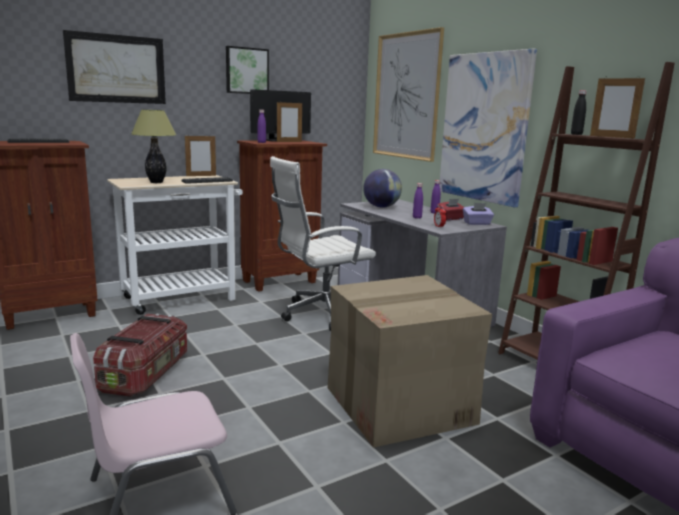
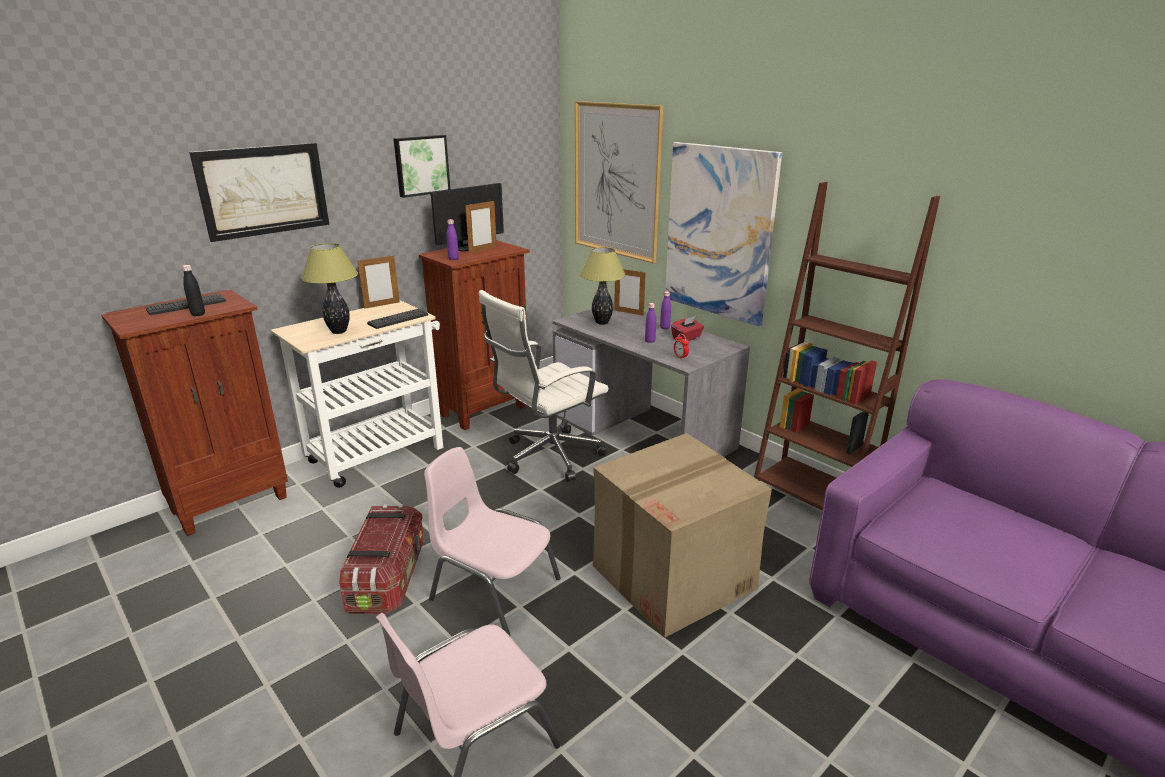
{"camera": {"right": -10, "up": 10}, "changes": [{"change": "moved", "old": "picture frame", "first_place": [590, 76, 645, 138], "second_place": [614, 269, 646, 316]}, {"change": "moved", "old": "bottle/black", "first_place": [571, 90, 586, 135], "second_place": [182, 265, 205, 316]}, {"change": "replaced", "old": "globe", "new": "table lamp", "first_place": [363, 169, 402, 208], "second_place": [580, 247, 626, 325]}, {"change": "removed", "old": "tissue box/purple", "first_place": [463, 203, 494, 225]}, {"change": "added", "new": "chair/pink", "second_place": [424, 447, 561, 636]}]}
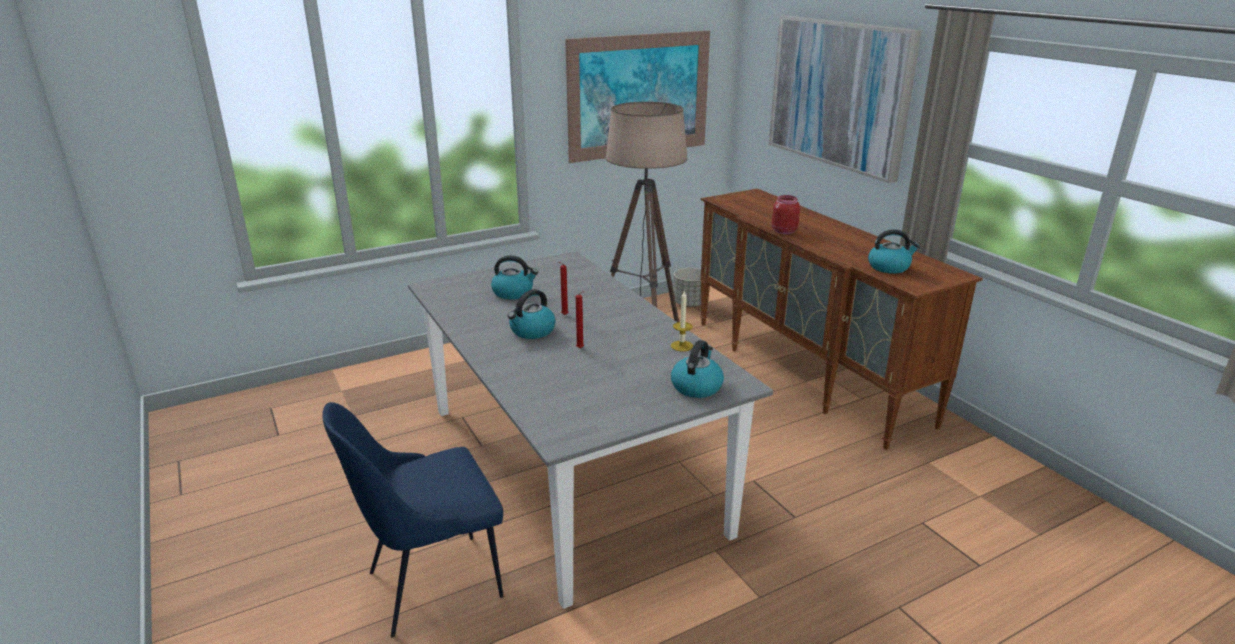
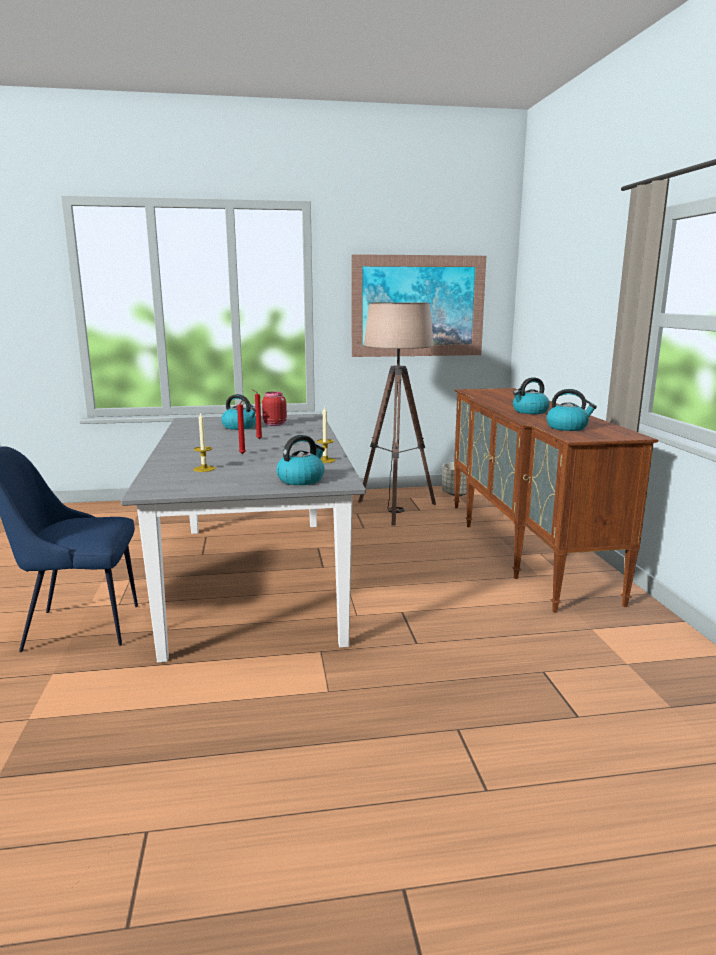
{"camera": {"right": 20, "up": -10}, "changes": [{"change": "removed", "old": "picture", "first_place": [769, 16, 922, 183]}, {"change": "moved", "old": "jar/red", "first_place": [772, 195, 800, 234], "second_place": [262, 391, 287, 426]}, {"change": "moved", "old": "kettle", "first_place": [508, 289, 556, 339], "second_place": [513, 377, 550, 414]}, {"change": "added", "new": "candle", "second_place": [193, 412, 215, 472]}]}
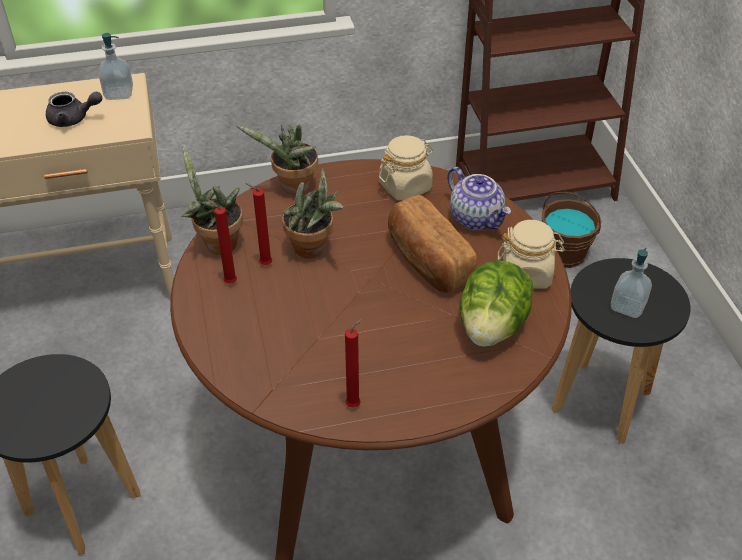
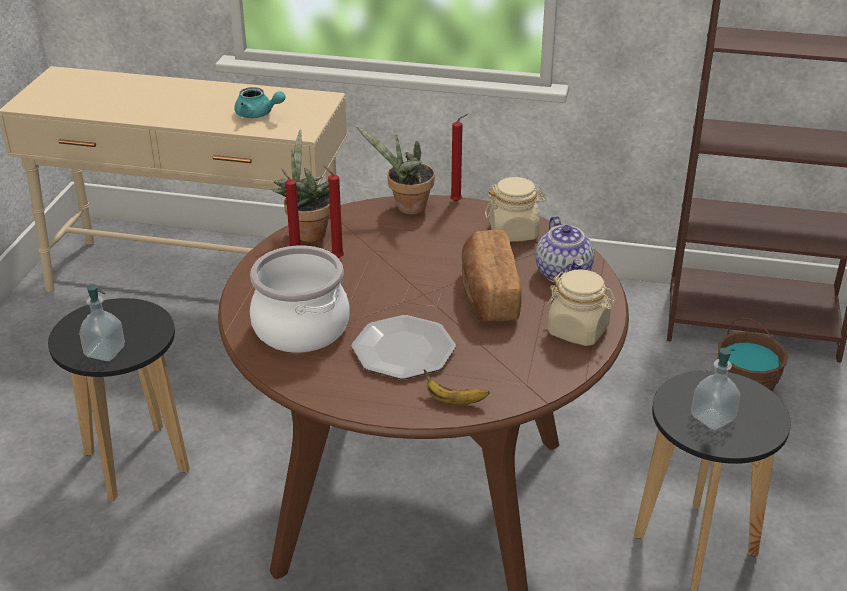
{"camera": {"right": 25, "up": -10}, "changes": [{"change": "moved", "old": "soap dispenser", "first_place": [99, 33, 133, 100], "second_place": [79, 285, 125, 361]}, {"change": "recoloured", "old": "teapot/grey", "new": "teapot/turquoise", "first_place": [46, 92, 102, 127], "second_place": [234, 87, 285, 118]}, {"change": "removed", "old": "potted plant", "first_place": [282, 168, 344, 258]}, {"change": "removed", "old": "lettuce", "first_place": [459, 260, 534, 347]}, {"change": "moved", "old": "candle/red", "first_place": [345, 319, 363, 408], "second_place": [450, 114, 468, 202]}, {"change": "added", "new": "cooking pot", "second_place": [250, 246, 350, 353]}, {"change": "added", "new": "plate", "second_place": [352, 315, 456, 379]}, {"change": "added", "new": "banana", "second_place": [424, 369, 490, 405]}]}
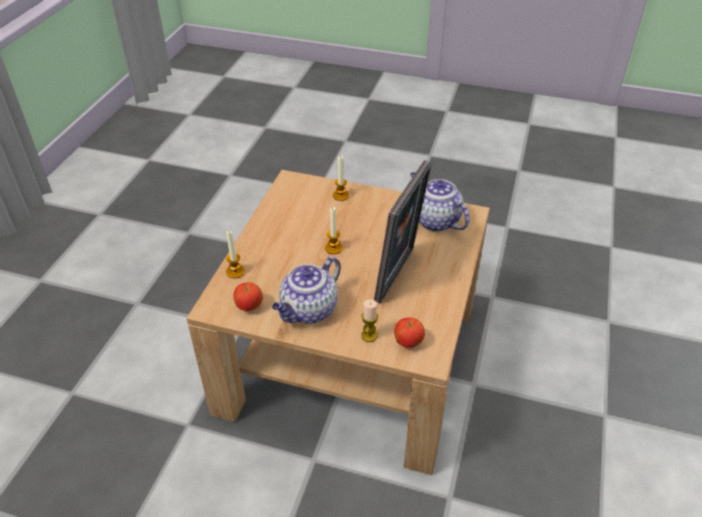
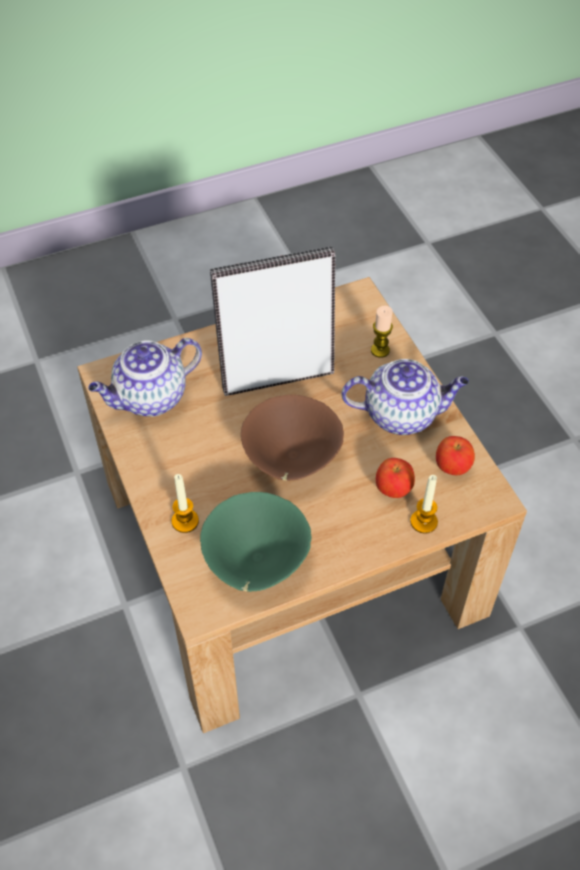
{"camera": {"right": -130, "up": 10}, "changes": [{"change": "turned", "old": "teapot", "first_place": [410, 172, 470, 232], "second_place": [88, 338, 202, 416], "degrees": 45}, {"change": "replaced", "old": "candle", "new": "bowl/brown", "first_place": [325, 207, 343, 254], "second_place": [241, 395, 344, 481]}, {"change": "moved", "old": "apple", "first_place": [394, 317, 425, 348], "second_place": [376, 458, 415, 498]}, {"change": "added", "new": "bowl/green", "second_place": [200, 492, 311, 592]}]}
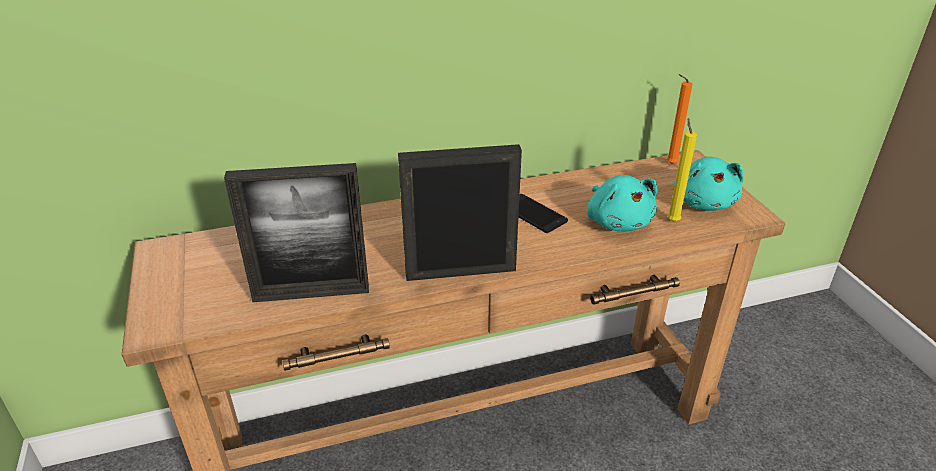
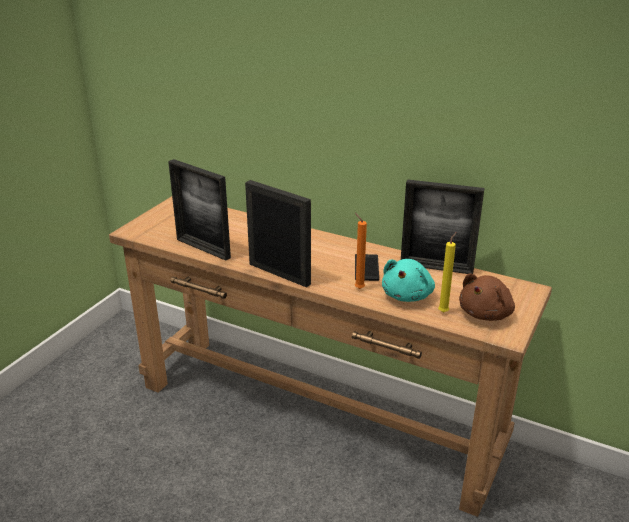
{"camera": {"right": 45, "up": -5}, "changes": [{"change": "moved", "old": "candle/orange", "first_place": [667, 74, 692, 164], "second_place": [355, 213, 367, 289]}, {"change": "recoloured", "old": "plush toy/turquoise", "new": "plush toy/brown", "first_place": [673, 157, 744, 211], "second_place": [459, 273, 515, 321]}, {"change": "added", "new": "picture frame", "second_place": [401, 179, 484, 274]}]}
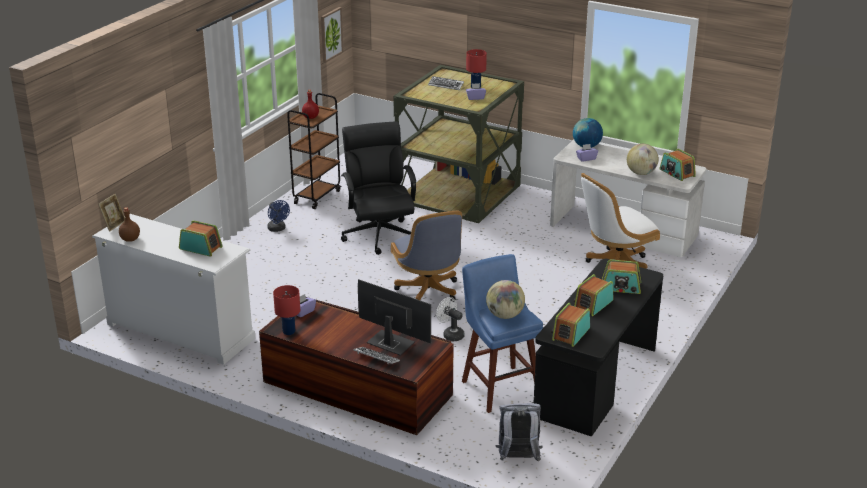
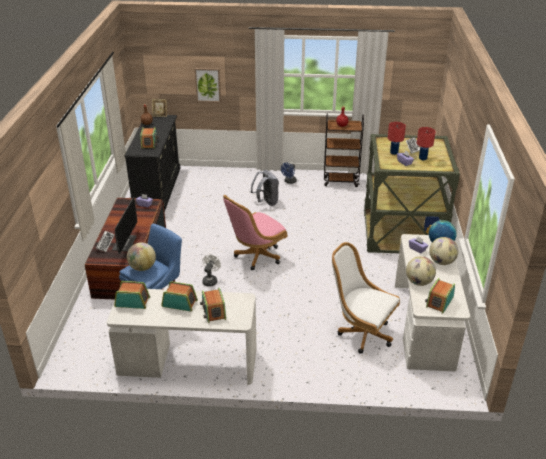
{"camera": {"right": 65, "up": 5}, "changes": [{"change": "moved", "old": "picture", "first_place": [321, 7, 343, 63], "second_place": [195, 68, 221, 103]}, {"change": "removed", "old": "office chair/black", "first_place": [341, 121, 416, 255]}, {"change": "recoloured", "old": "office chair/blue", "new": "office chair/pink", "first_place": [391, 211, 462, 302], "second_place": [223, 195, 287, 270]}, {"change": "recoloured", "old": "cabinet/white", "new": "cabinet/black", "first_place": [92, 214, 256, 365], "second_place": [125, 114, 180, 212]}, {"change": "recoloured", "old": "desk/black", "new": "desk/white", "first_place": [534, 259, 663, 437], "second_place": [107, 289, 256, 385]}, {"change": "moved", "old": "table lamp/red", "first_place": [273, 285, 300, 335], "second_place": [388, 122, 406, 155]}, {"change": "moved", "old": "backpack/grey", "first_place": [495, 403, 542, 461], "second_place": [251, 170, 279, 206]}, {"change": "added", "new": "globe", "second_place": [429, 237, 458, 265]}]}
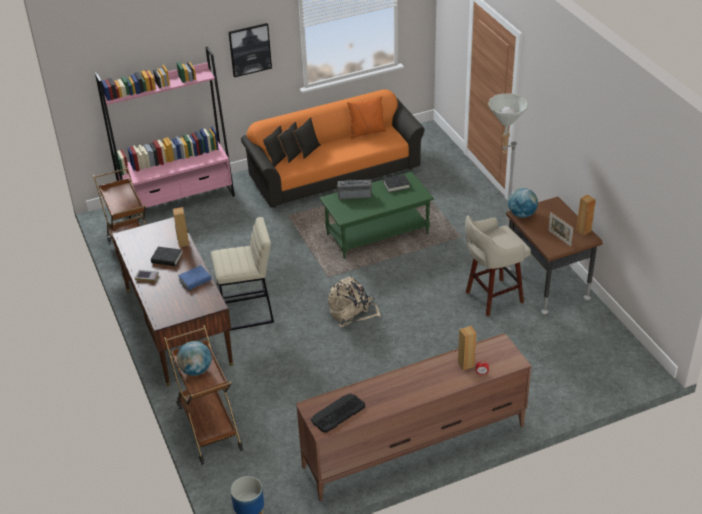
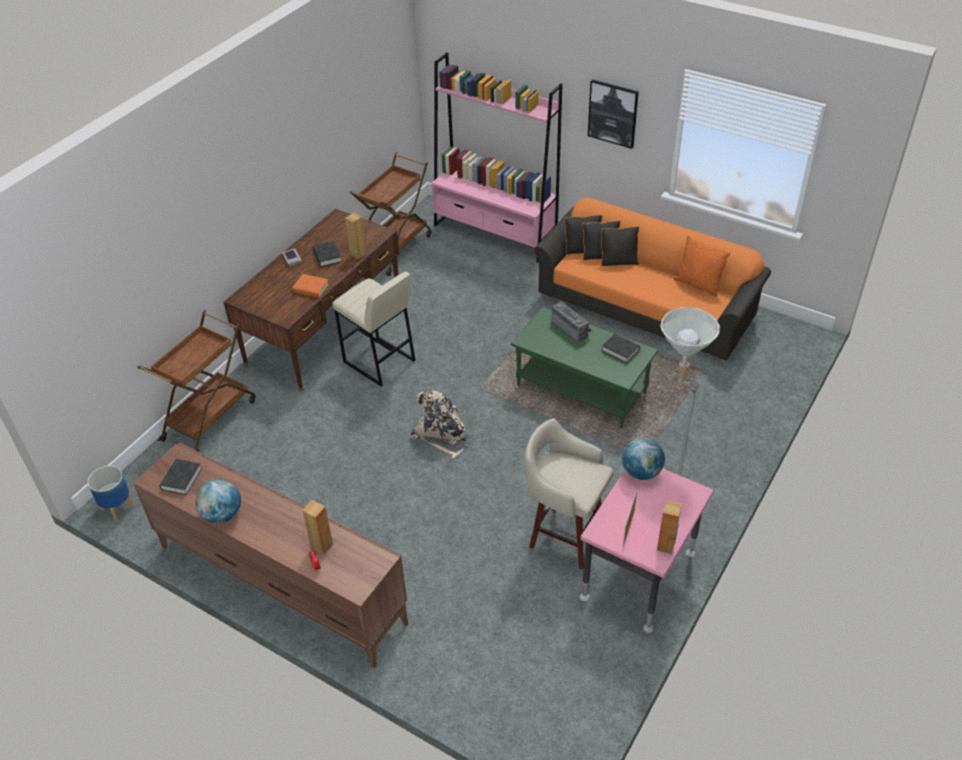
{"camera": {"right": 55, "up": 5}, "changes": [{"change": "recoloured", "old": "desk/brown", "new": "desk/pink", "first_place": [506, 197, 603, 314], "second_place": [580, 469, 714, 633]}, {"change": "recoloured", "old": "book/blue", "new": "book/orange", "first_place": [178, 265, 212, 290], "second_place": [292, 274, 329, 298]}, {"change": "moved", "old": "globe", "first_place": [177, 341, 212, 376], "second_place": [195, 479, 241, 524]}, {"change": "replaced", "old": "keyboard", "new": "book/black", "first_place": [310, 393, 365, 433], "second_place": [159, 459, 202, 495]}]}
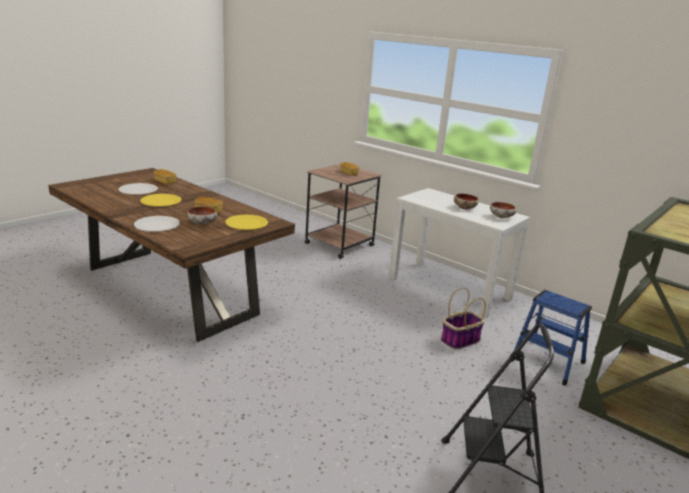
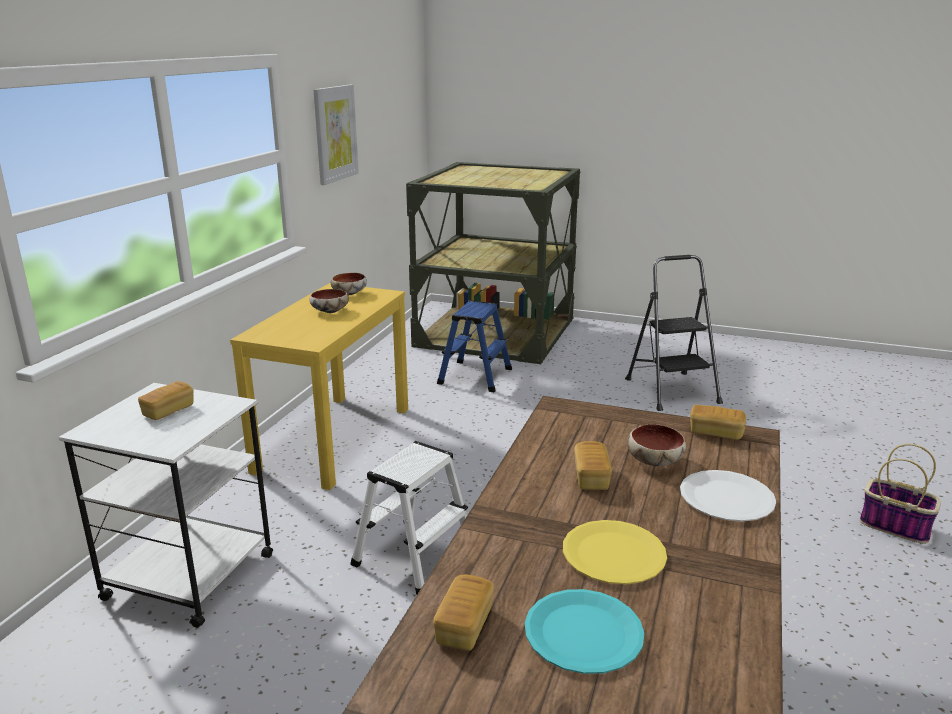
{"camera": {"right": -110, "up": 0}, "changes": [{"change": "recoloured", "old": "cart/brown", "new": "cart/white", "first_place": [305, 164, 382, 259], "second_place": [59, 383, 273, 628]}, {"change": "recoloured", "old": "plate/white", "new": "plate/turquoise", "first_place": [118, 183, 158, 195], "second_place": [525, 589, 645, 674]}, {"change": "recoloured", "old": "console table/white", "new": "console table/yellow", "first_place": [389, 188, 530, 318], "second_place": [230, 283, 408, 490]}, {"change": "removed", "old": "plate/yellow", "first_place": [225, 215, 268, 230]}, {"change": "moved", "old": "basket", "first_place": [441, 288, 486, 349], "second_place": [860, 444, 941, 544]}, {"change": "added", "new": "picture", "second_place": [314, 85, 359, 185]}, {"change": "added", "new": "bread", "second_place": [690, 405, 746, 440]}, {"change": "added", "new": "step ladder/white", "second_place": [350, 441, 468, 594]}]}
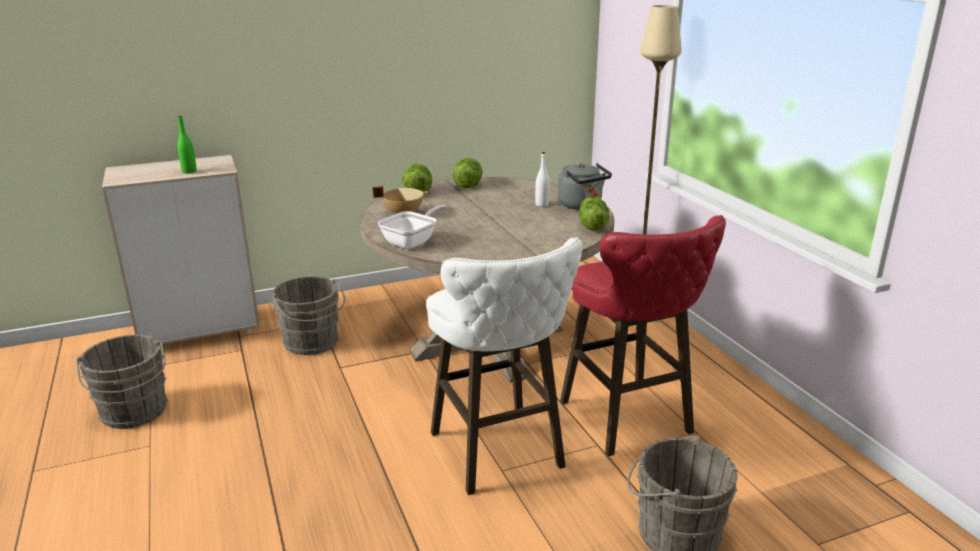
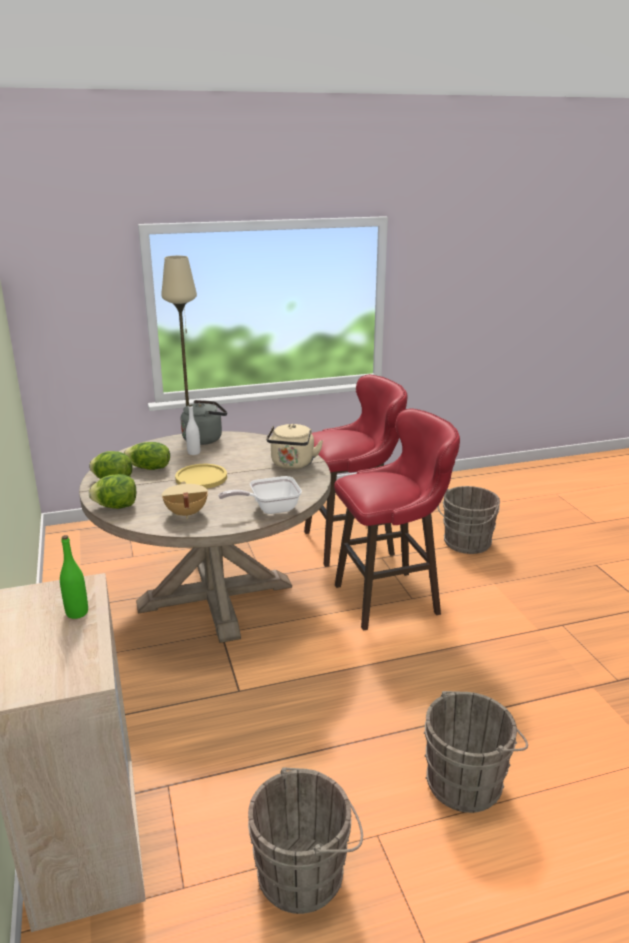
{"camera": {"right": -85, "up": 0}, "changes": [{"change": "moved", "old": "lettuce", "first_place": [579, 197, 610, 230], "second_place": [123, 442, 170, 470]}, {"change": "turned", "old": "frying pan", "first_place": [378, 205, 447, 249], "second_place": [218, 476, 302, 514], "degrees": -60}, {"change": "recoloured", "old": "stool/white", "new": "stool/red", "first_place": [426, 237, 582, 495], "second_place": [334, 408, 460, 631]}, {"change": "moved", "old": "bucket/grey", "first_place": [272, 277, 345, 355], "second_place": [424, 691, 528, 813]}, {"change": "added", "new": "kettle/beige", "second_place": [266, 424, 323, 469]}, {"change": "added", "new": "plate/yellow", "second_place": [175, 464, 227, 489]}]}
